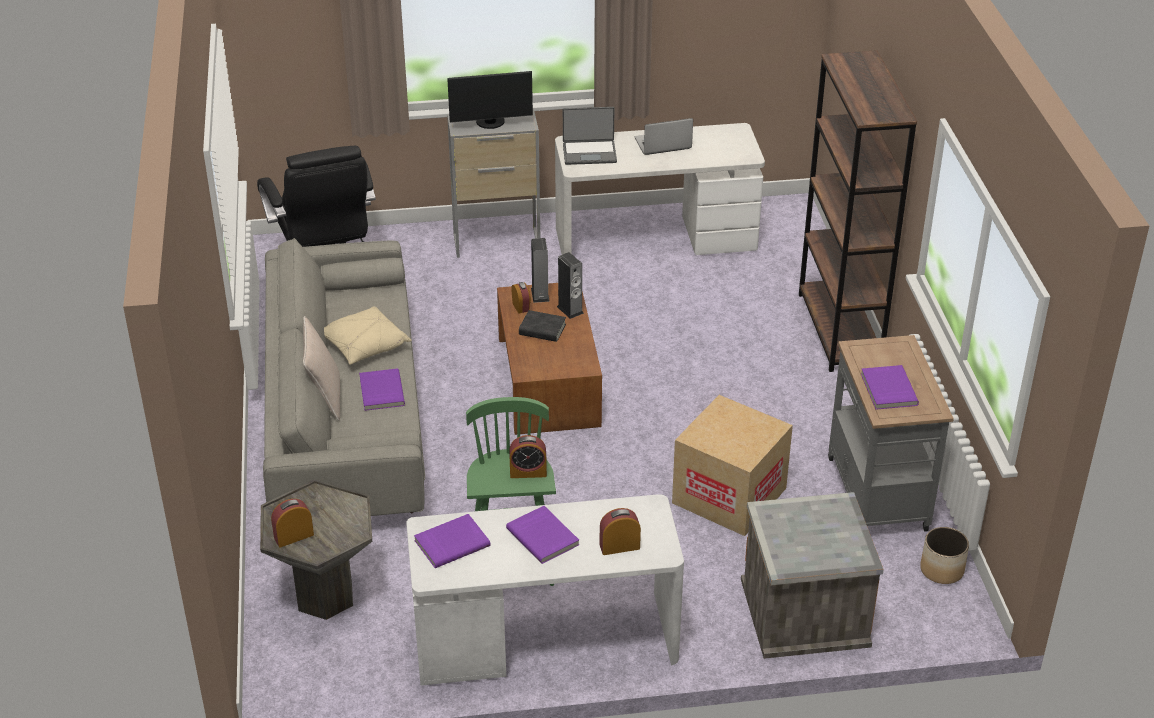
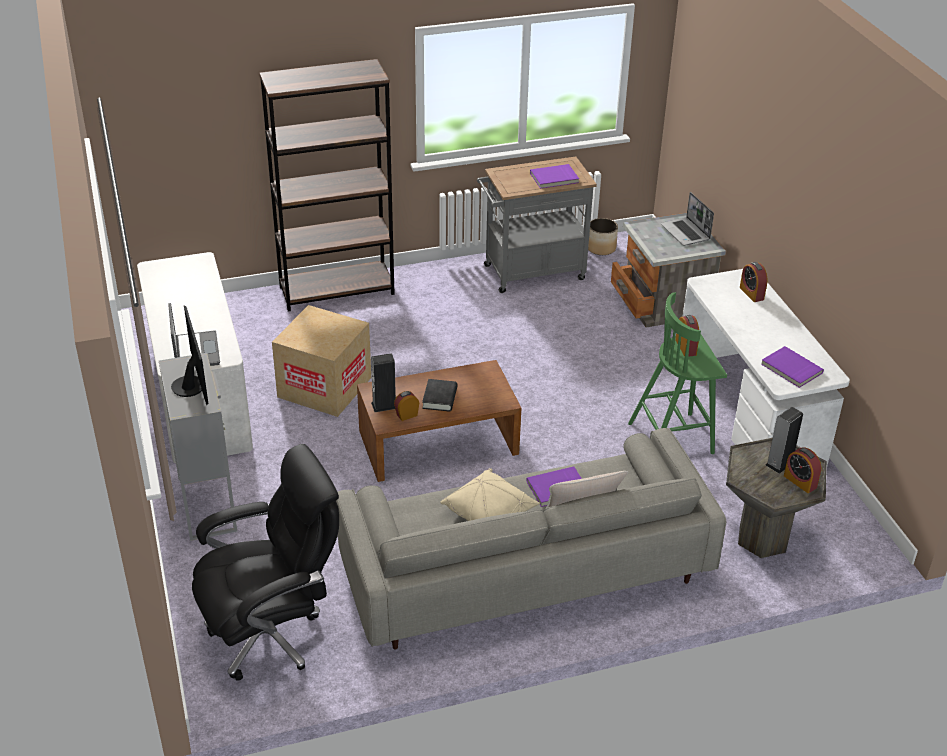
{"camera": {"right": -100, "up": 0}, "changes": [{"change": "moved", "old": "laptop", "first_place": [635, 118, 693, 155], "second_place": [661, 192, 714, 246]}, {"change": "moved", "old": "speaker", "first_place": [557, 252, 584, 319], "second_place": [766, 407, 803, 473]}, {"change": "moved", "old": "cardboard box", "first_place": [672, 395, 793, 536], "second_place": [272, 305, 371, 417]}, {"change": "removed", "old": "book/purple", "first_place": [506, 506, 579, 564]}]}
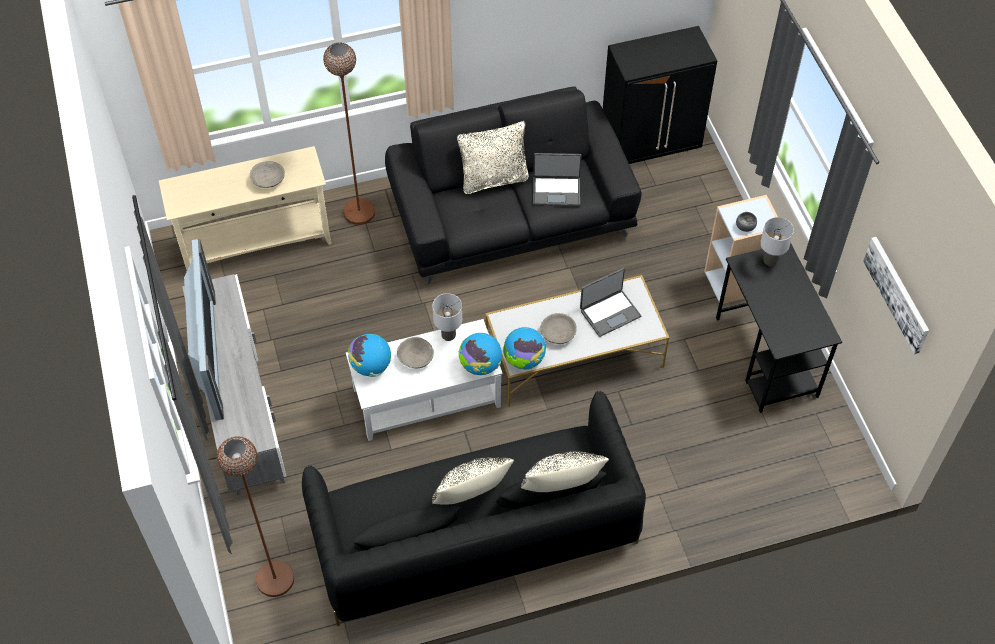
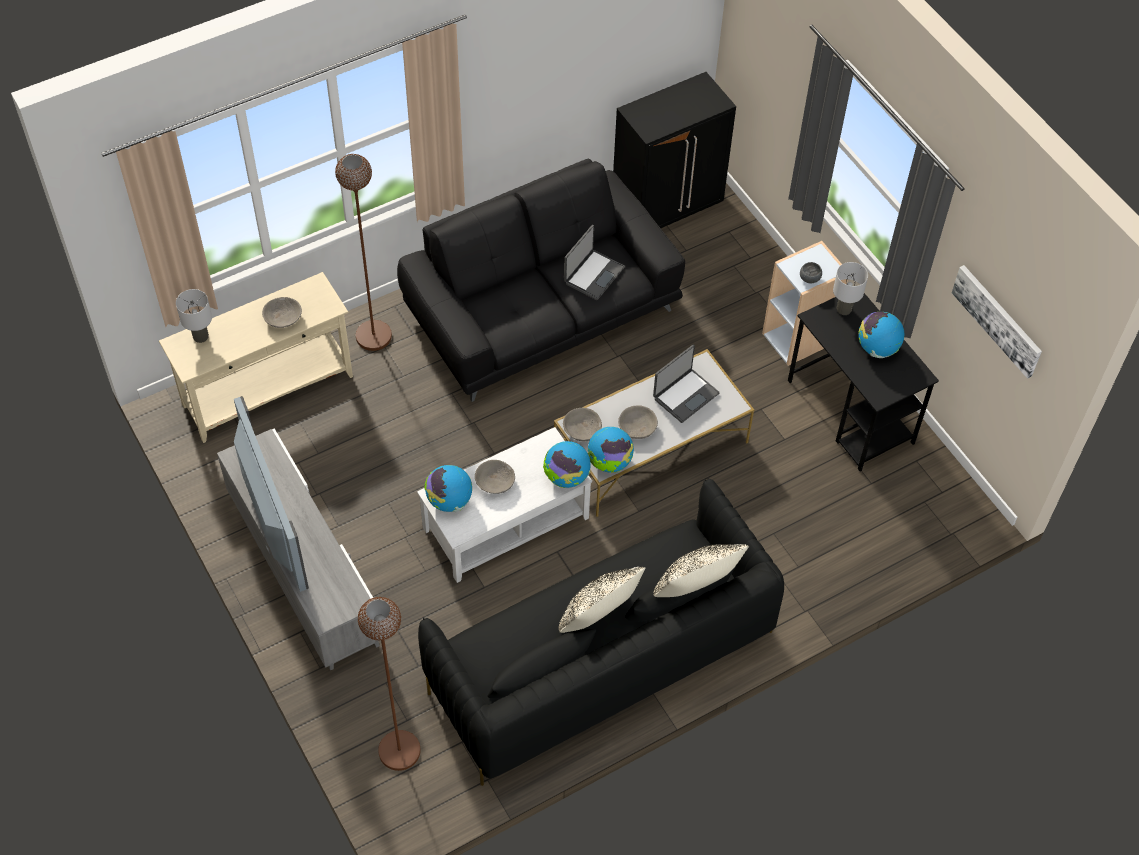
{"camera": {"right": -15, "up": 0}, "changes": [{"change": "removed", "old": "pillow/beige", "first_place": [457, 121, 529, 194]}, {"change": "turned", "old": "laptop", "first_place": [533, 153, 582, 206], "second_place": [564, 225, 625, 300], "degrees": -45}, {"change": "moved", "old": "table lamp/white", "first_place": [433, 293, 462, 341], "second_place": [176, 289, 212, 343]}, {"change": "added", "new": "globe", "second_place": [858, 312, 904, 358]}, {"change": "added", "new": "bowl/grey", "second_place": [563, 408, 602, 441]}]}
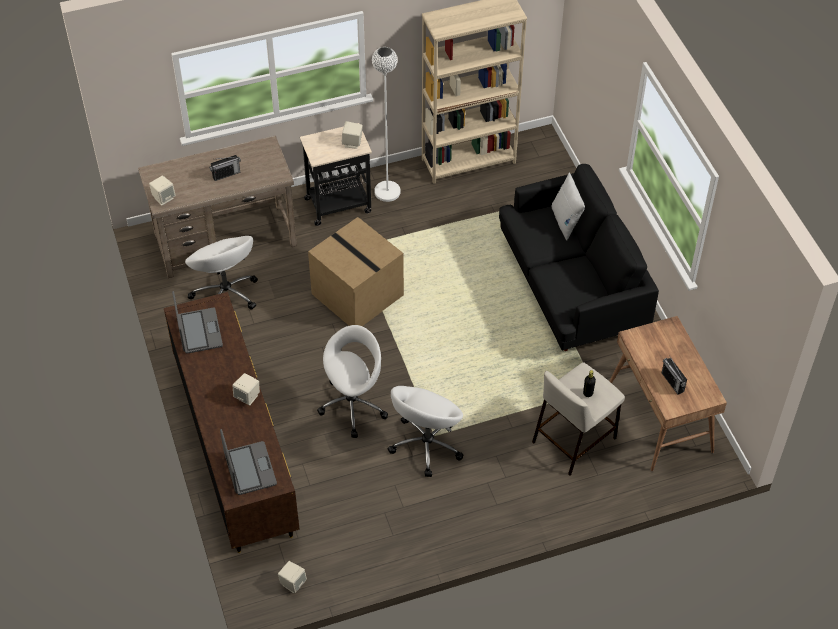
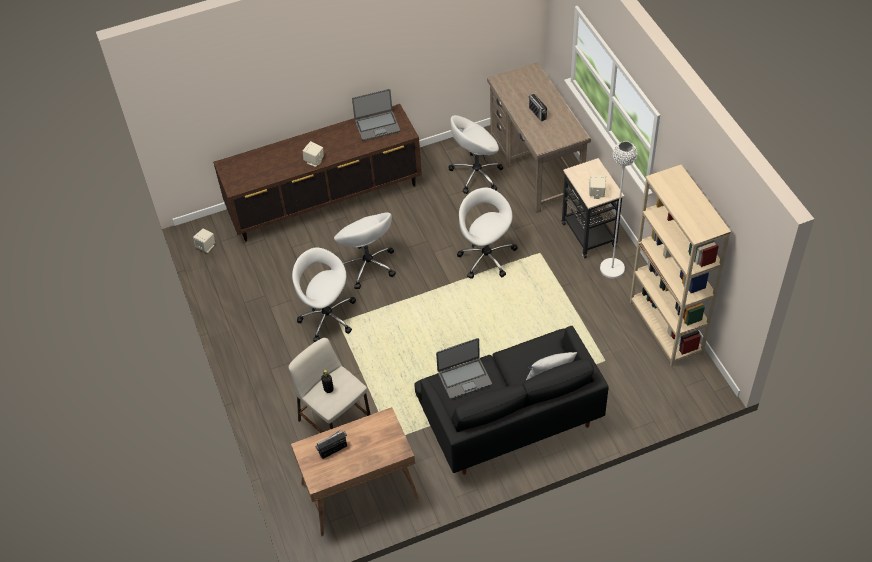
{"camera": {"right": 90, "up": 0}, "changes": [{"change": "removed", "old": "speaker/beige", "first_place": [149, 175, 176, 206]}, {"change": "replaced", "old": "cardboard box", "new": "office chair/white", "first_place": [308, 217, 404, 326], "second_place": [457, 187, 518, 279]}, {"change": "moved", "old": "laptop", "first_place": [220, 429, 277, 495], "second_place": [436, 338, 492, 399]}]}
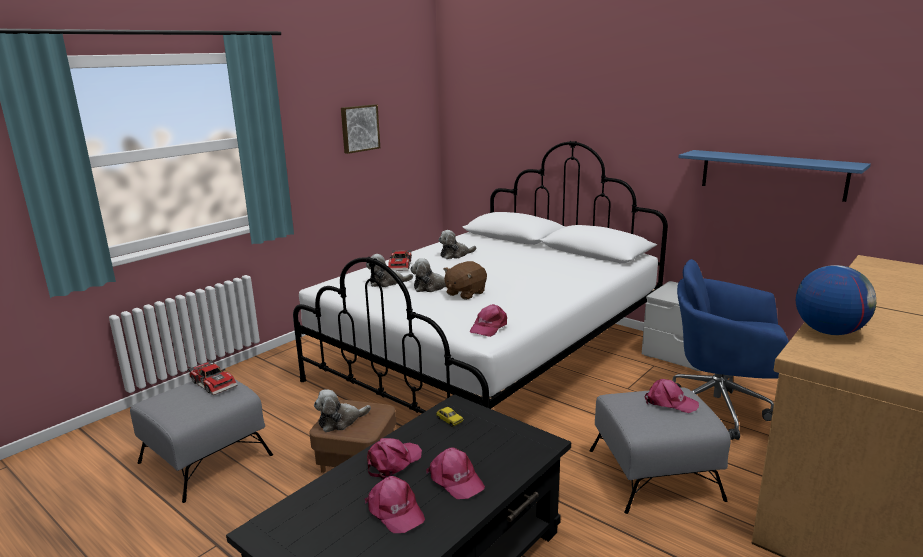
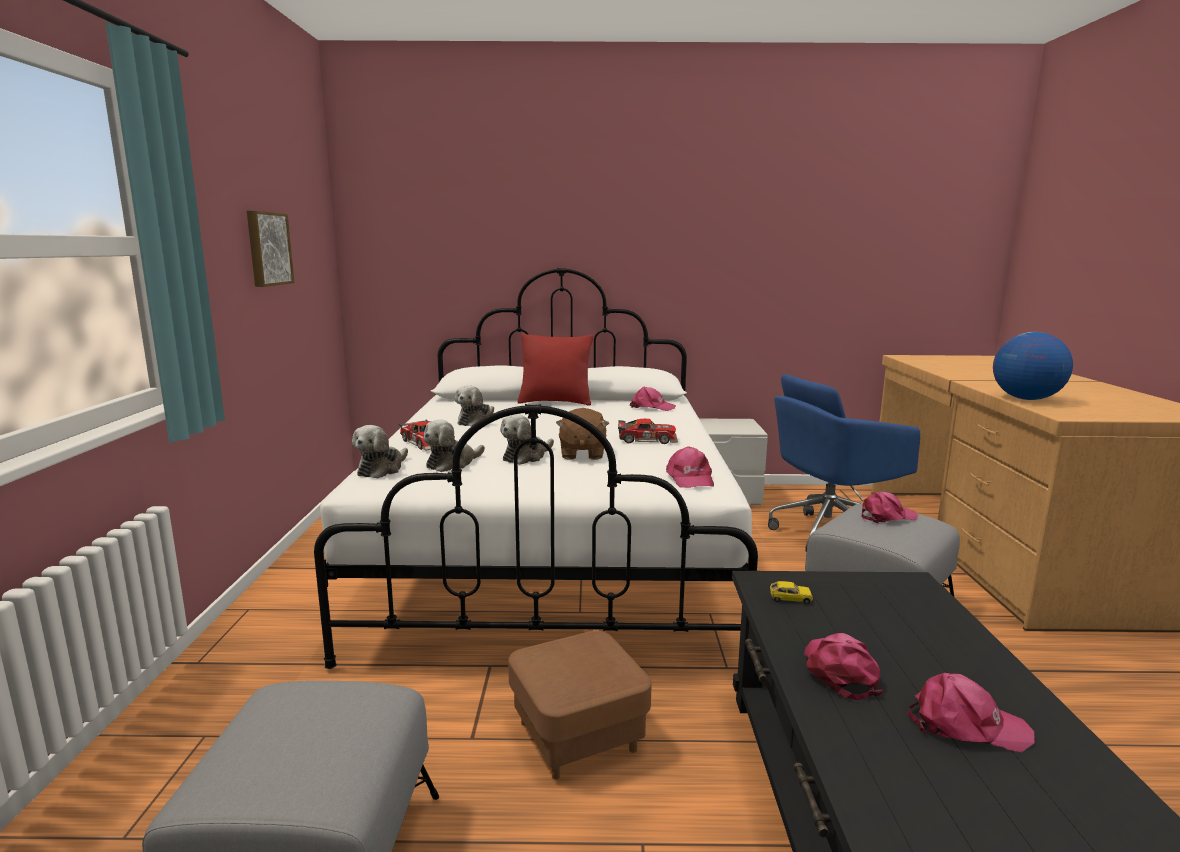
{"camera": {"right": -40, "up": -5}, "changes": [{"change": "removed", "old": "shelf/blue", "first_place": [678, 150, 871, 202]}, {"change": "moved", "old": "toy car", "first_place": [188, 360, 238, 395], "second_place": [618, 419, 678, 444]}, {"change": "moved", "old": "plush toy", "first_place": [314, 389, 371, 432], "second_place": [352, 425, 408, 479]}, {"change": "moved", "old": "cap/pink", "first_place": [426, 447, 485, 499], "second_place": [630, 387, 676, 411]}, {"change": "added", "new": "pillow/red", "second_place": [517, 333, 594, 405]}]}
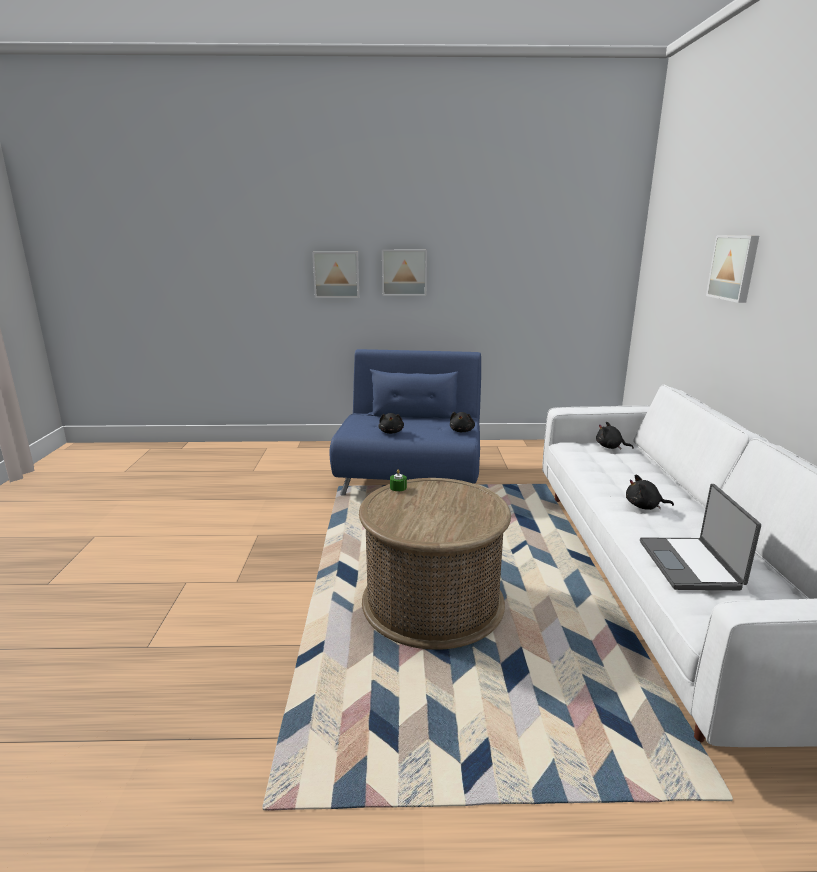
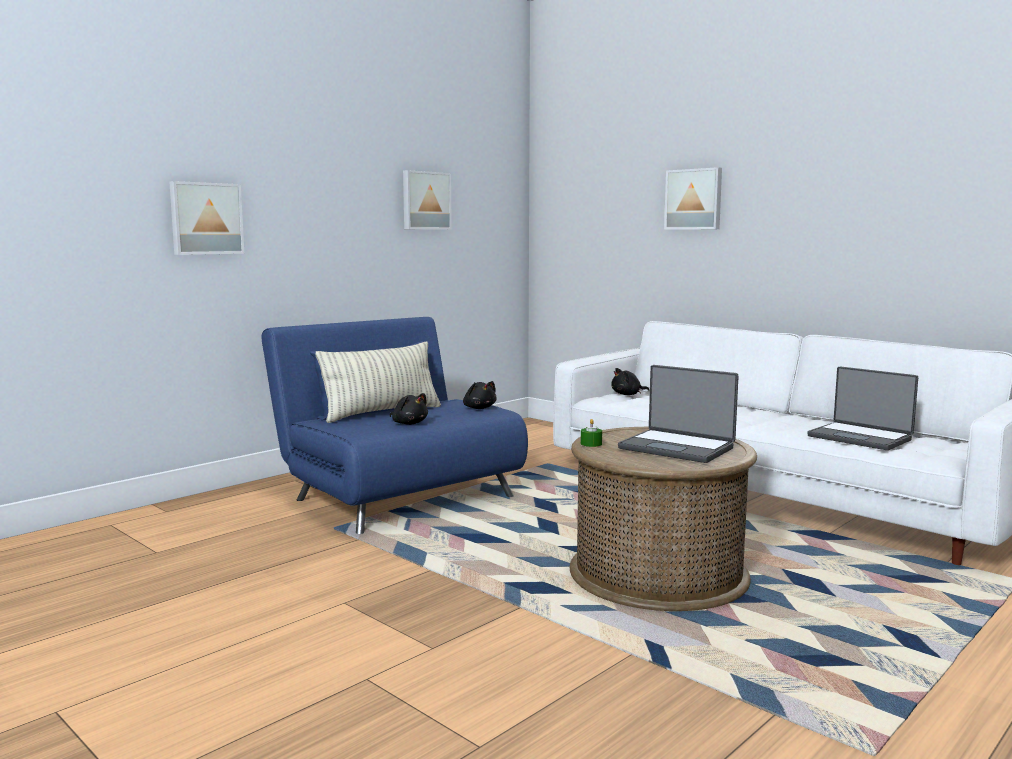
{"camera": {"right": -45, "up": -10}, "changes": [{"change": "moved", "old": "picture", "first_place": [382, 249, 427, 296], "second_place": [403, 170, 452, 230]}, {"change": "removed", "old": "plush toy/black", "first_place": [626, 474, 674, 510]}, {"change": "added", "new": "pillow", "second_place": [315, 342, 441, 423]}, {"change": "added", "new": "laptop", "second_place": [618, 365, 739, 463]}]}
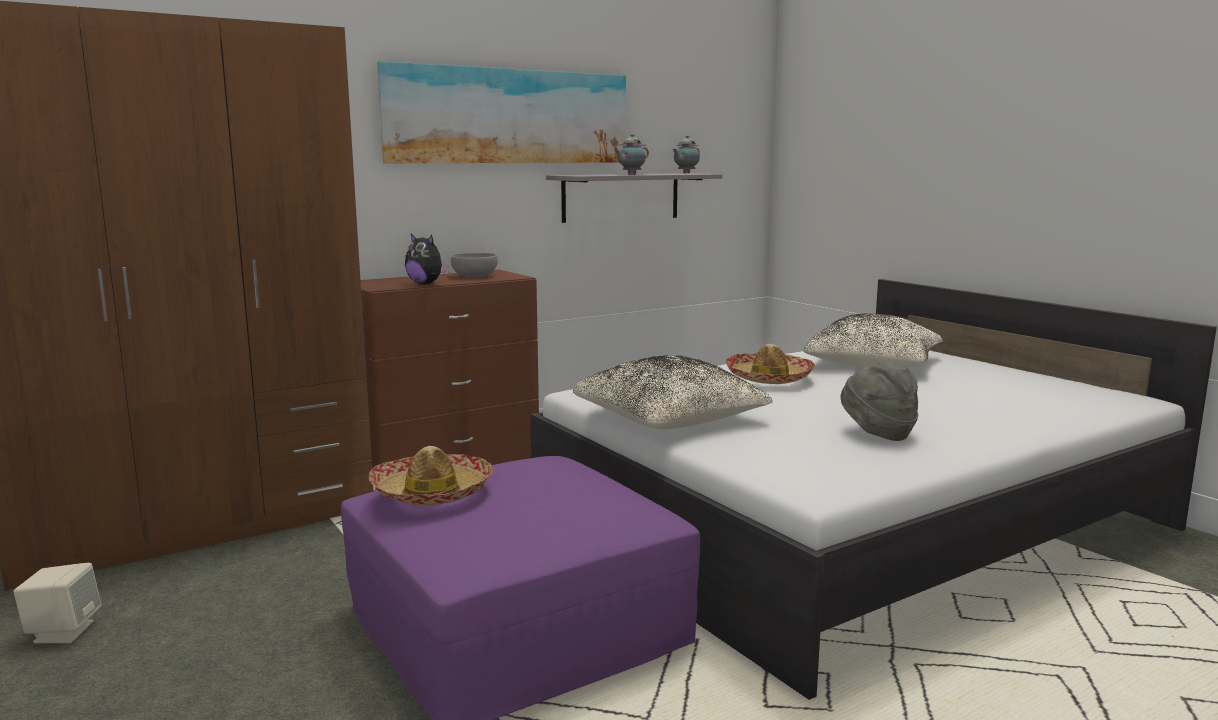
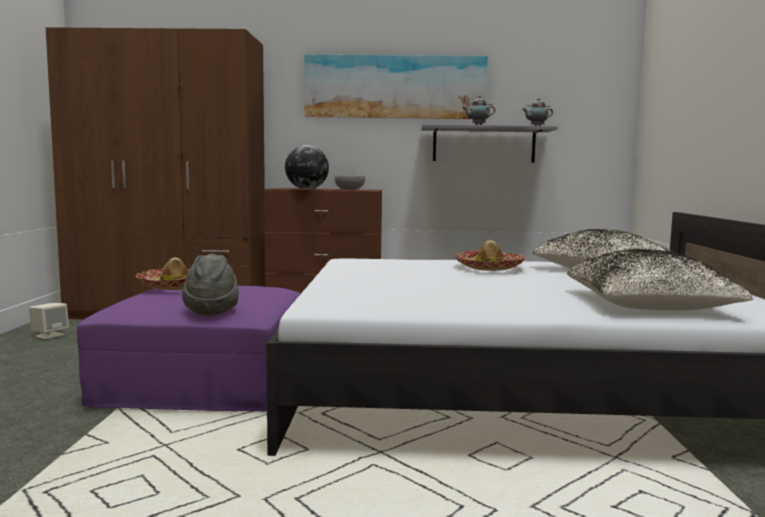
{"camera": {"right": 35, "up": -5}, "changes": [{"change": "replaced", "old": "plush toy", "new": "globe", "first_place": [405, 234, 449, 284], "second_place": [285, 145, 329, 189]}, {"change": "moved", "old": "pillow/beige", "first_place": [573, 355, 773, 429], "second_place": [567, 249, 753, 311]}, {"change": "moved", "old": "hat/grey", "first_place": [841, 362, 918, 441], "second_place": [182, 254, 239, 316]}]}
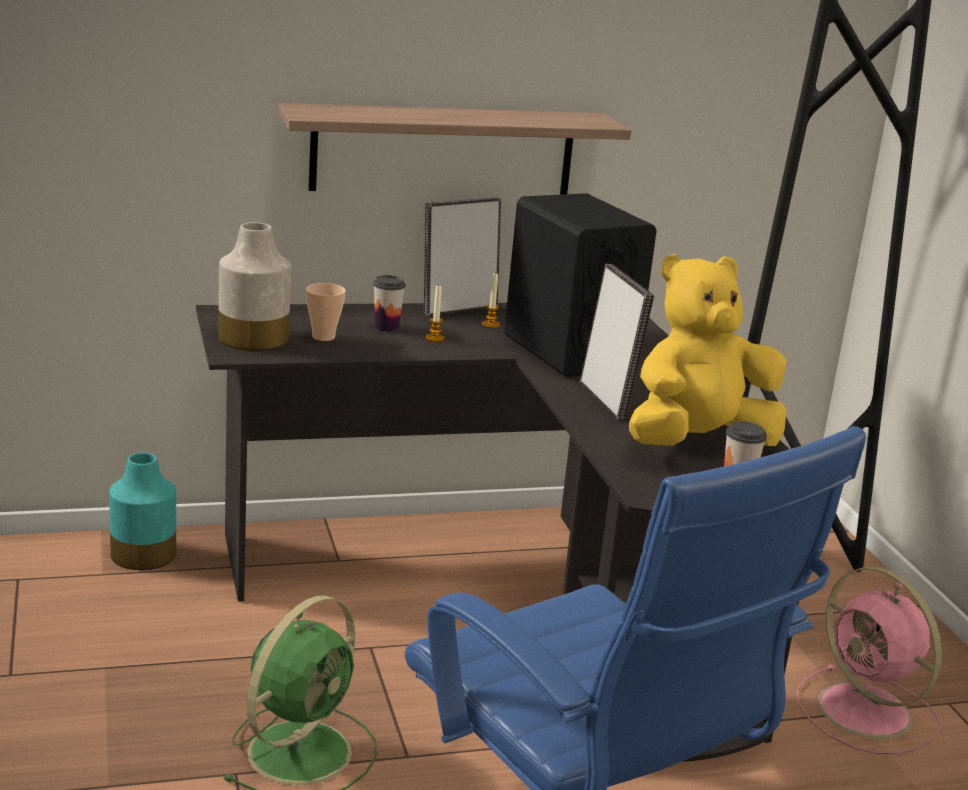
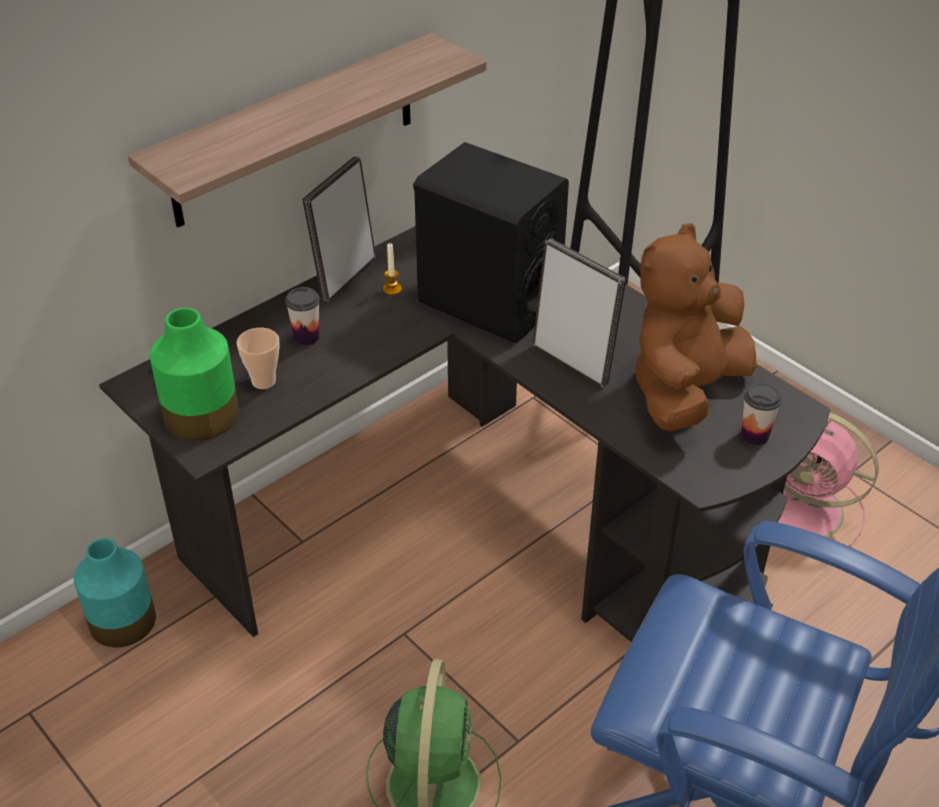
{"camera": {"right": -25, "up": 20}, "changes": [{"change": "recoloured", "old": "vase/beige", "new": "vase/green", "first_place": [218, 222, 291, 351], "second_place": [150, 308, 239, 441]}, {"change": "recoloured", "old": "plush toy/yellow", "new": "plush toy/brown", "first_place": [629, 254, 787, 446], "second_place": [635, 223, 756, 431]}, {"change": "removed", "old": "candle", "first_place": [425, 286, 445, 342]}]}
